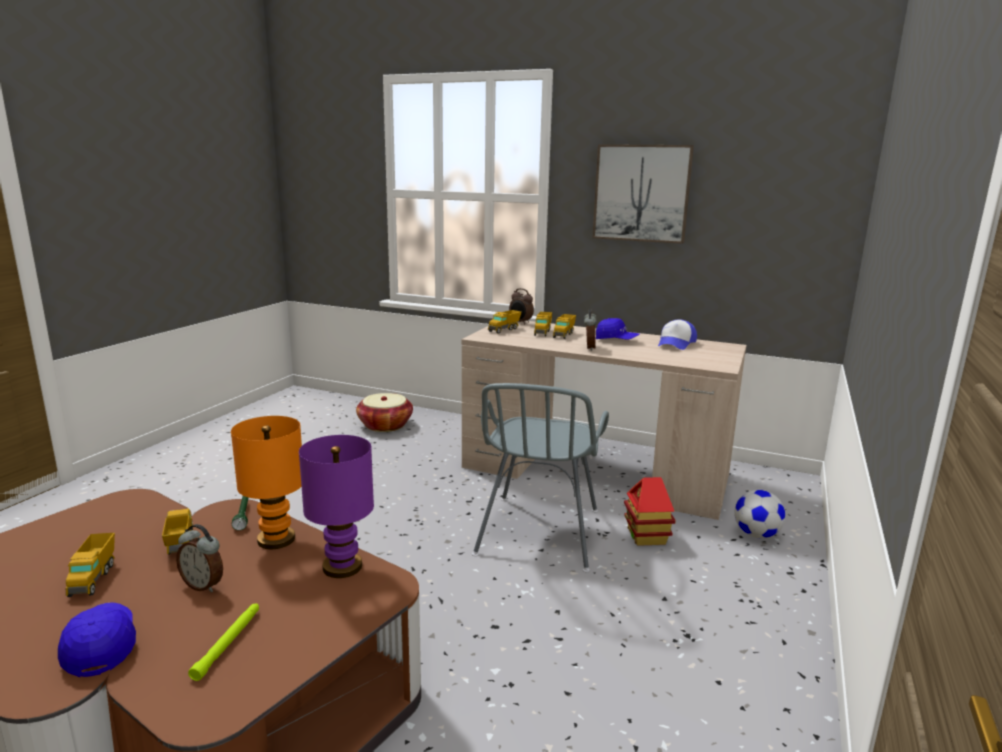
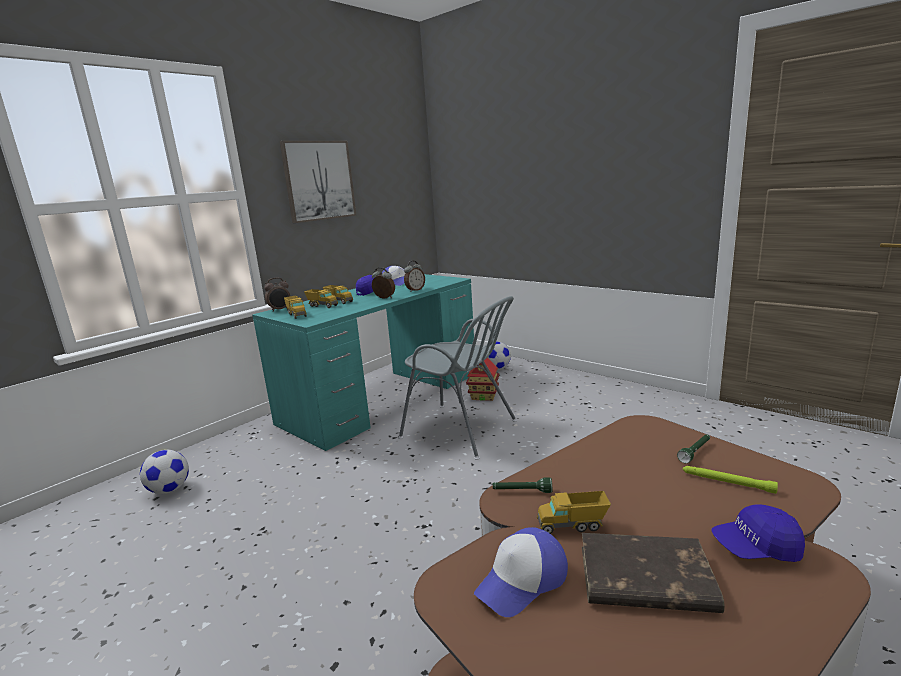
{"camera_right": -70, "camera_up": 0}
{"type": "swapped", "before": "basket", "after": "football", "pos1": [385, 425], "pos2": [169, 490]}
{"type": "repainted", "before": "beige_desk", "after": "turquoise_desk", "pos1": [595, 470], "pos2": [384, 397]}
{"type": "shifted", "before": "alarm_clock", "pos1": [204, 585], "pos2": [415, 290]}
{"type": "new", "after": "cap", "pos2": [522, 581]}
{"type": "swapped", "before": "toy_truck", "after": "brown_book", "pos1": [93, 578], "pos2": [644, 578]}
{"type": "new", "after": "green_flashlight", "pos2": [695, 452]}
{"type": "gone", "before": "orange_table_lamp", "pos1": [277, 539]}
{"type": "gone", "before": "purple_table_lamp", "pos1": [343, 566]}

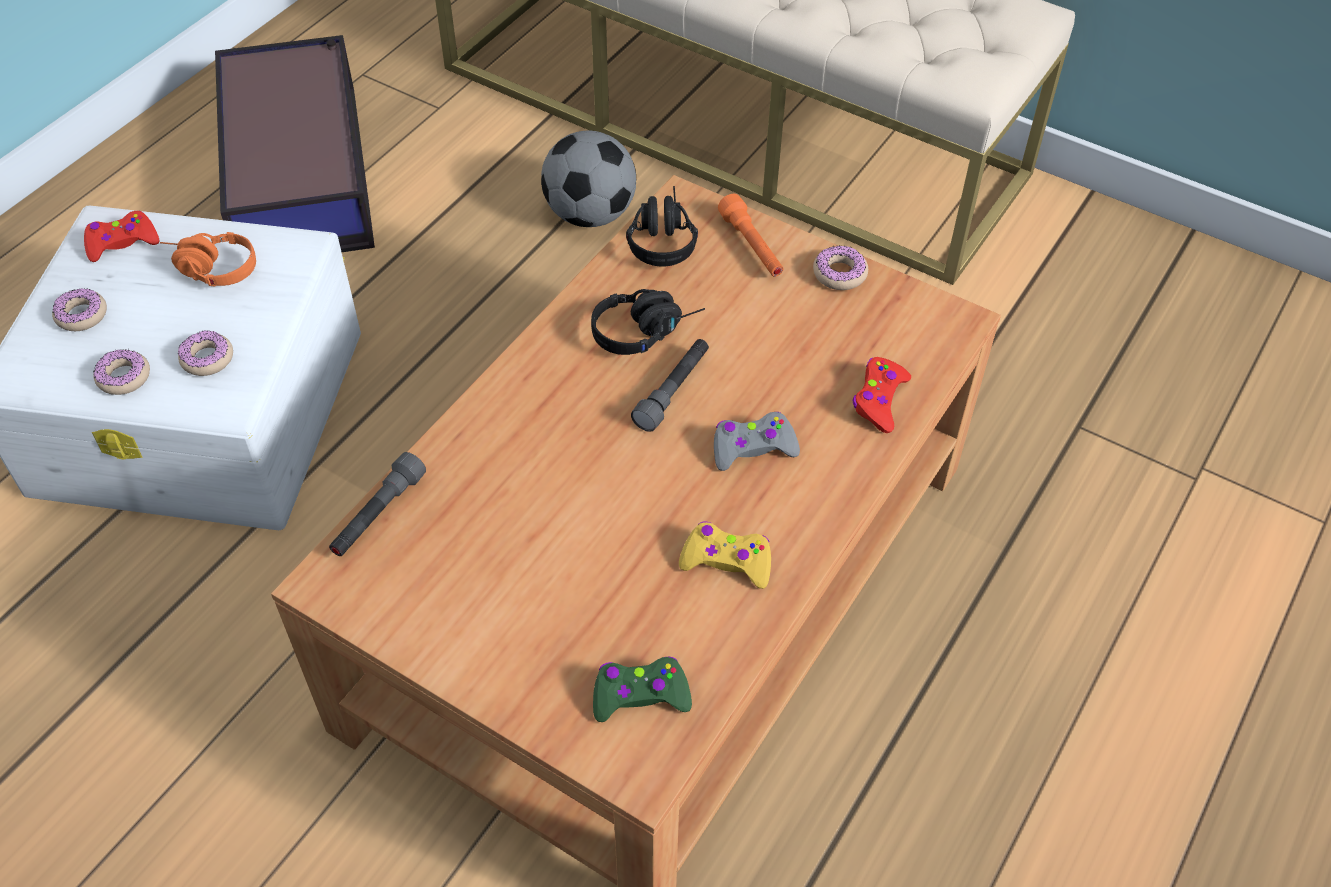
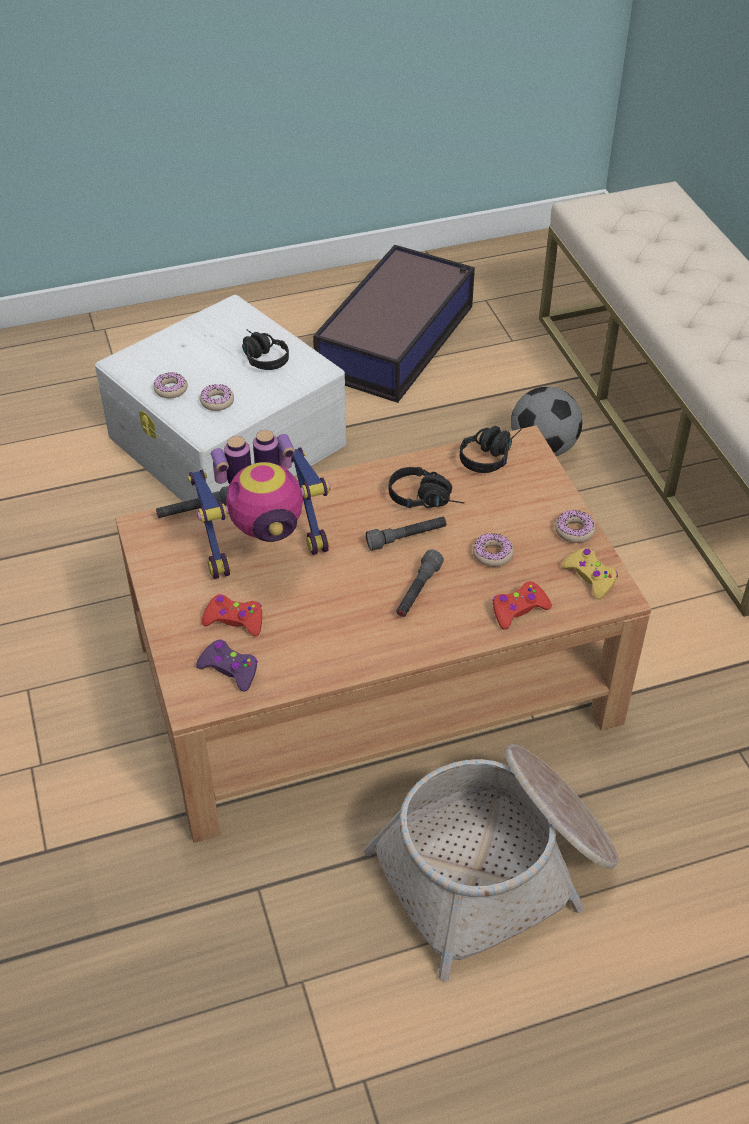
{"camera_right": 40, "camera_up": -5}
{"type": "new", "after": "toy_robot", "pos2": [265, 550]}
{"type": "repainted", "before": "green_game_controller", "after": "purple_game_controller", "pos1": [640, 695], "pos2": [229, 669]}
{"type": "shifted", "before": "red_game_controller", "pos1": [122, 243], "pos2": [234, 620]}
{"type": "repainted", "before": "orange_headphones", "after": "black_headphones", "pos1": [208, 269], "pos2": [260, 357]}
{"type": "new", "after": "basket", "pos2": [497, 868]}
{"type": "swapped", "before": "grey_game_controller", "after": "grey_flashlight", "pos1": [752, 448], "pos2": [417, 591]}
{"type": "shifted", "before": "donut", "pos1": [81, 315], "pos2": [492, 554]}
{"type": "shifted", "before": "yellow_game_controller", "pos1": [727, 561], "pos2": [590, 577]}
{"type": "gone", "before": "orange_flashlight", "pos1": [752, 246]}

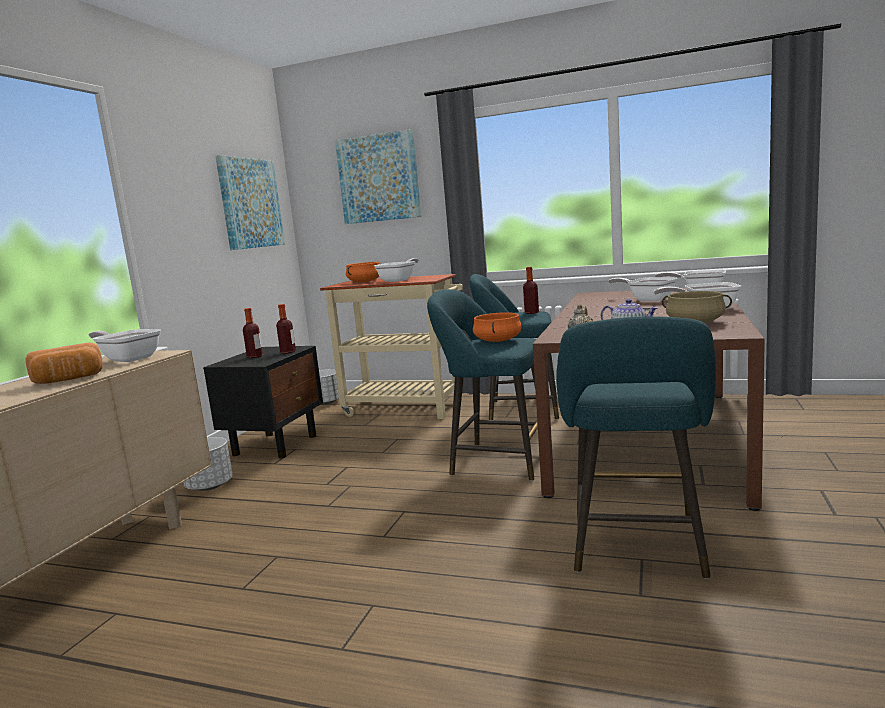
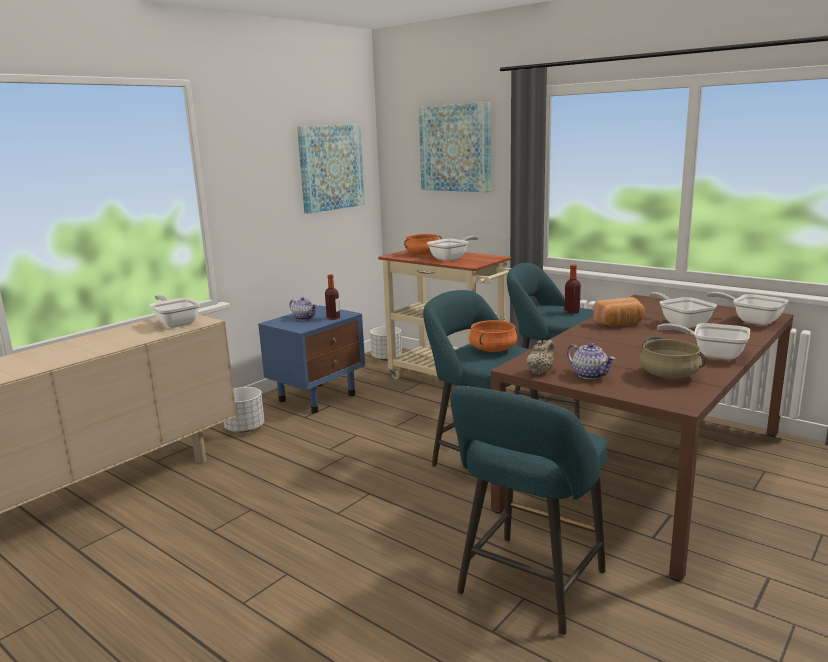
{"camera_right": 20, "camera_up": 5}
{"type": "repainted", "before": "black_nightstand", "after": "blue_nightstand", "pos1": [276, 444], "pos2": [318, 397]}
{"type": "swapped", "before": "bottle", "after": "teapot", "pos1": [255, 356], "pos2": [304, 318]}
{"type": "shifted", "before": "bread", "pos1": [69, 380], "pos2": [620, 324]}

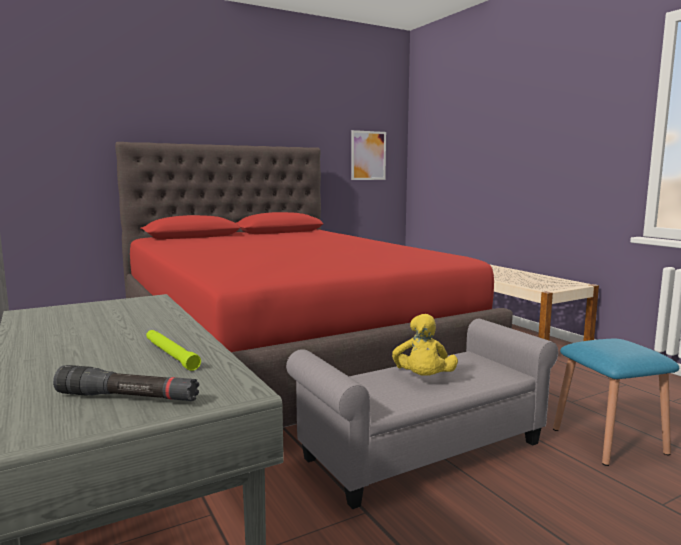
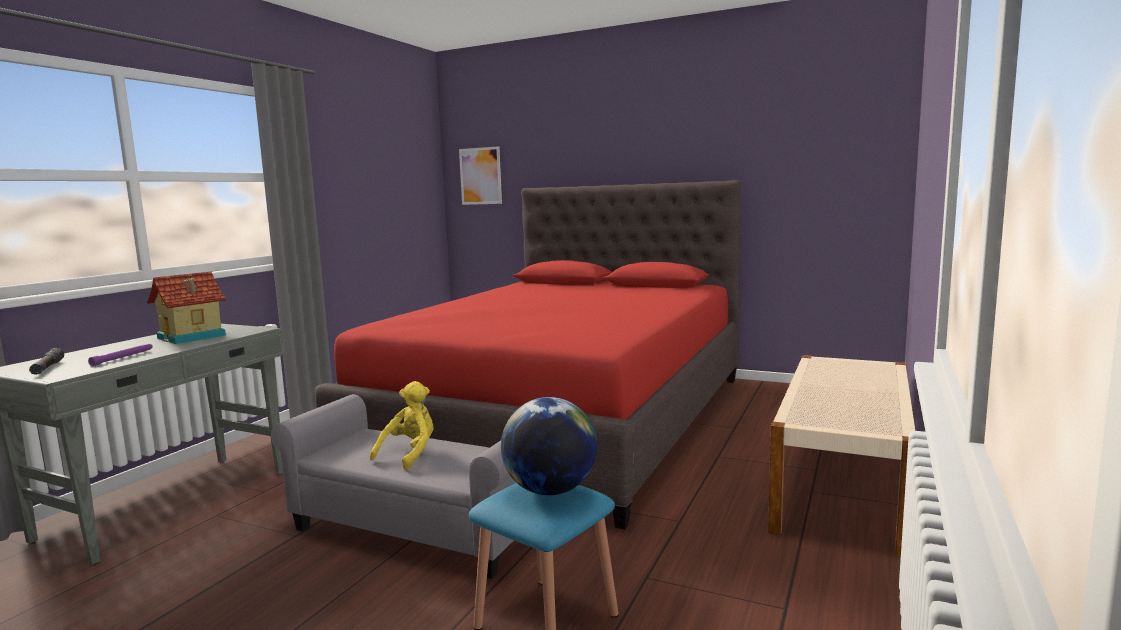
{"camera_right": 55, "camera_up": 0}
{"type": "repainted", "before": "green_flashlight", "after": "purple_flashlight", "pos1": [170, 354], "pos2": [123, 357]}
{"type": "new", "after": "toy_house", "pos2": [192, 337]}
{"type": "rotated", "before": "yellow_plush_toy", "pos1": [423, 379], "pos2": [410, 454], "turn": 150}
{"type": "shifted", "before": "picture", "pos1": [368, 155], "pos2": [480, 176]}
{"type": "new", "after": "globe", "pos2": [550, 490]}

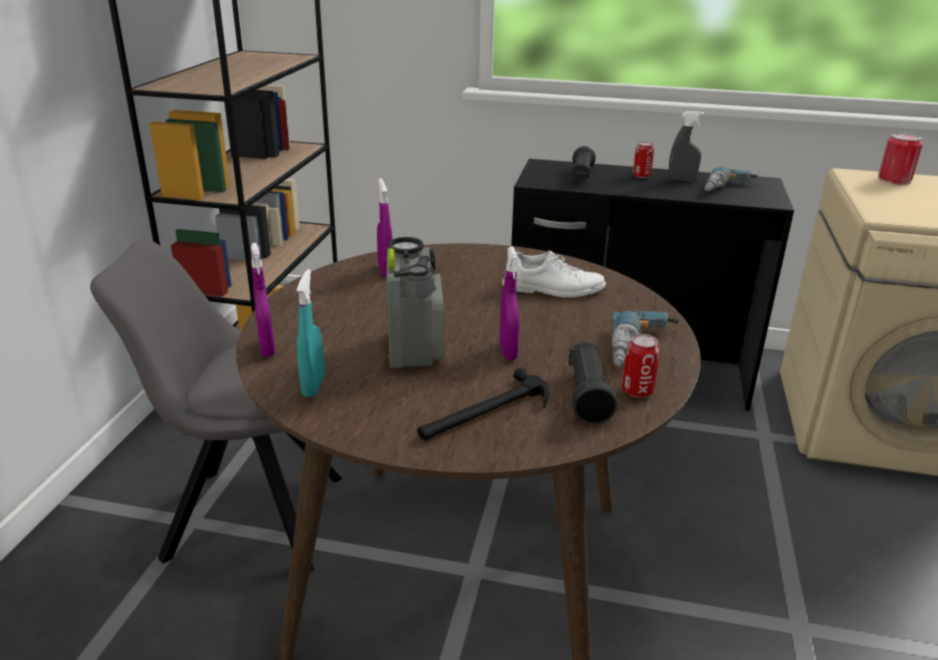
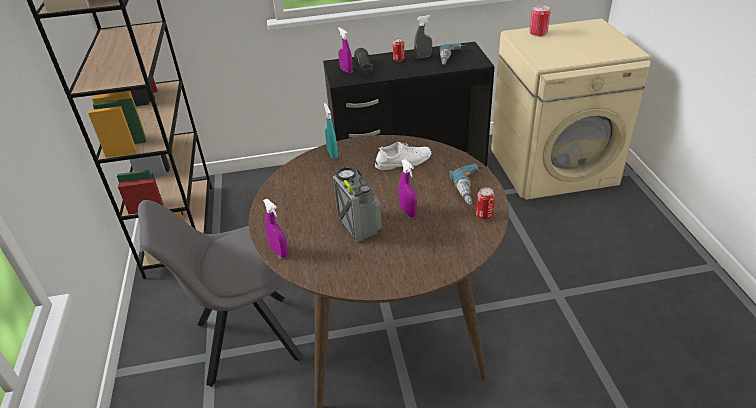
{"camera_right": -20, "camera_up": 10}
{"type": "shifted", "before": "turquoise_spray_bottle", "pos1": [313, 386], "pos2": [332, 154]}
{"type": "shifted", "before": "purple_spray_bottle", "pos1": [385, 270], "pos2": [346, 70]}
{"type": "gone", "before": "hammer", "pos1": [485, 412]}
{"type": "gone", "before": "black_flashlight", "pos1": [587, 396]}

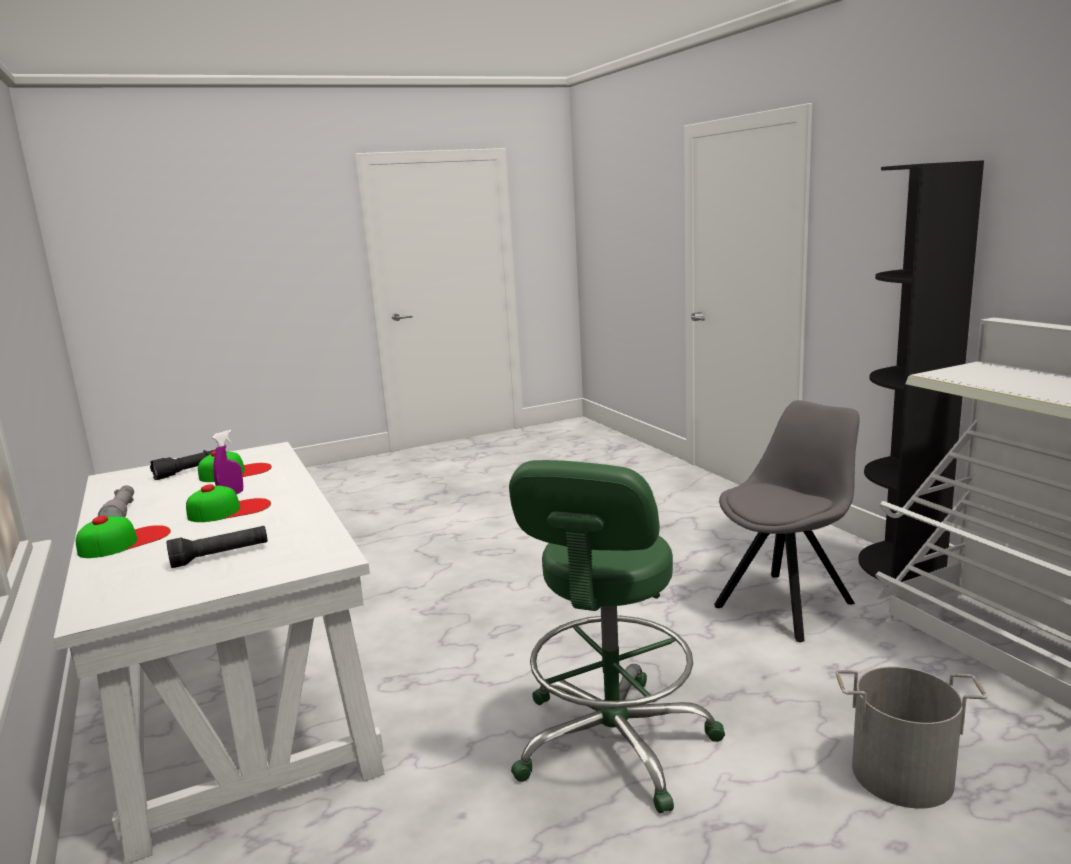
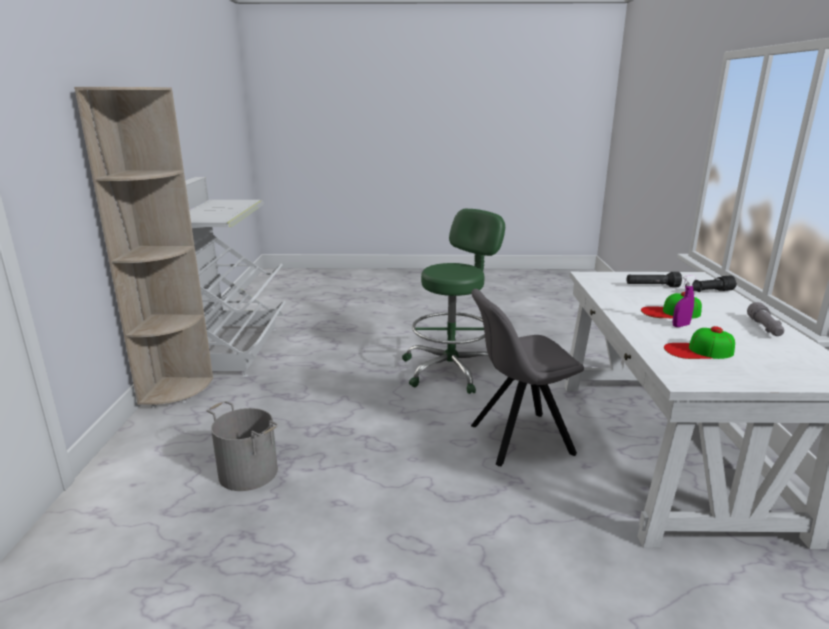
{"camera_right": -155, "camera_up": 5}
{"type": "repainted", "before": "black_bookcase", "after": "beige_bookcase", "pos1": [893, 573], "pos2": [177, 397]}
{"type": "shifted", "before": "grey_bucket", "pos1": [901, 773], "pos2": [247, 473]}
{"type": "shifted", "before": "grey_chair", "pos1": [786, 605], "pos2": [520, 439]}
{"type": "shifted", "before": "black_flashlight", "pos1": [190, 471], "pos2": [707, 291]}
{"type": "gone", "before": "cap", "pos1": [125, 541]}

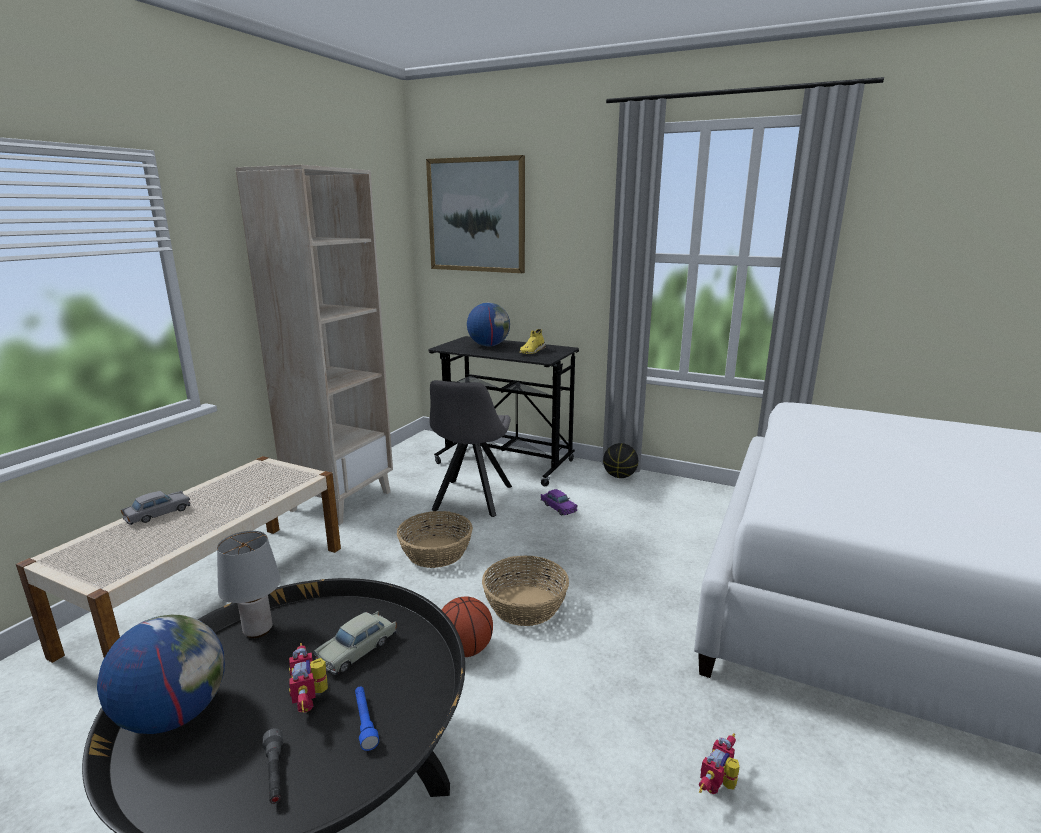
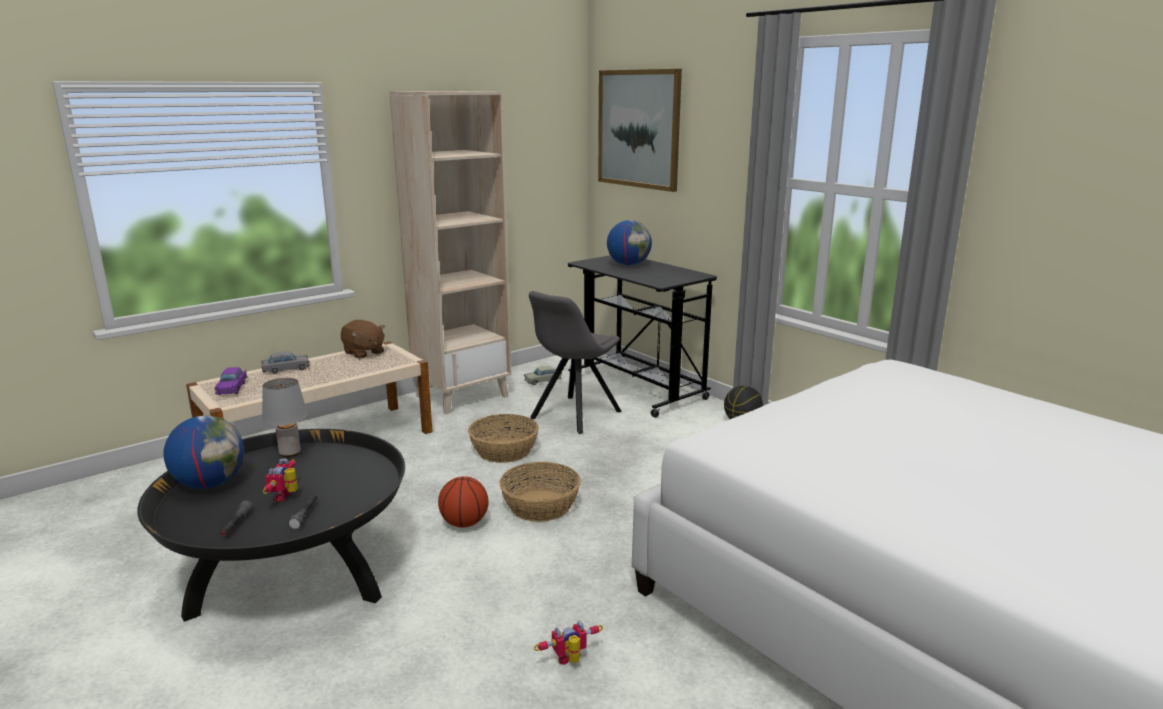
{"camera_right": 25, "camera_up": 0}
{"type": "shifted", "before": "purple_toy_car", "pos1": [558, 507], "pos2": [232, 388]}
{"type": "repainted", "before": "blue_flashlight", "after": "grey_flashlight", "pos1": [365, 722], "pos2": [305, 515]}
{"type": "new", "after": "brown_plush_toy", "pos2": [363, 353]}
{"type": "shifted", "before": "beige_toy_car", "pos1": [357, 650], "pos2": [543, 380]}
{"type": "gone", "before": "yellow_shoe", "pos1": [531, 352]}

